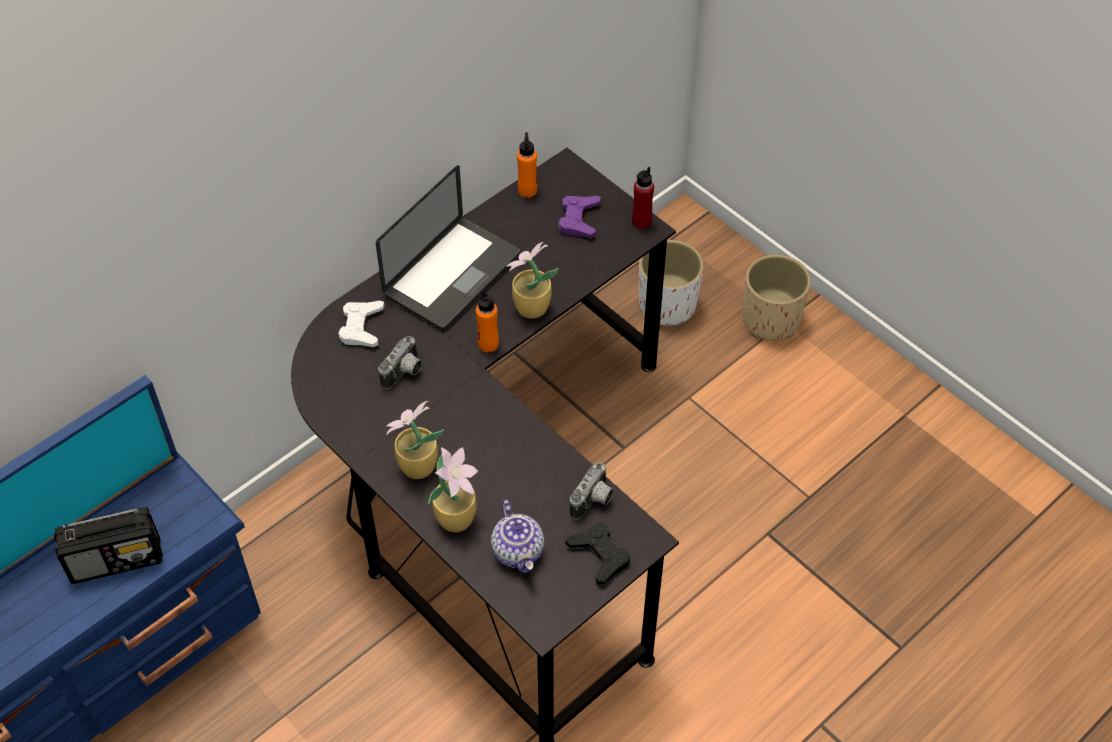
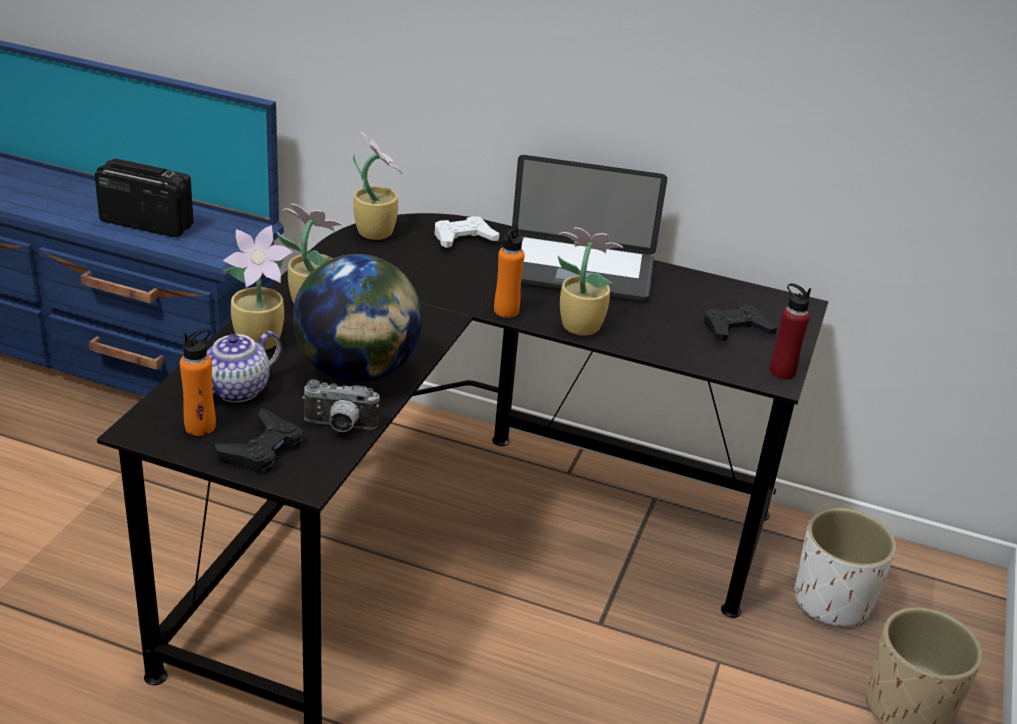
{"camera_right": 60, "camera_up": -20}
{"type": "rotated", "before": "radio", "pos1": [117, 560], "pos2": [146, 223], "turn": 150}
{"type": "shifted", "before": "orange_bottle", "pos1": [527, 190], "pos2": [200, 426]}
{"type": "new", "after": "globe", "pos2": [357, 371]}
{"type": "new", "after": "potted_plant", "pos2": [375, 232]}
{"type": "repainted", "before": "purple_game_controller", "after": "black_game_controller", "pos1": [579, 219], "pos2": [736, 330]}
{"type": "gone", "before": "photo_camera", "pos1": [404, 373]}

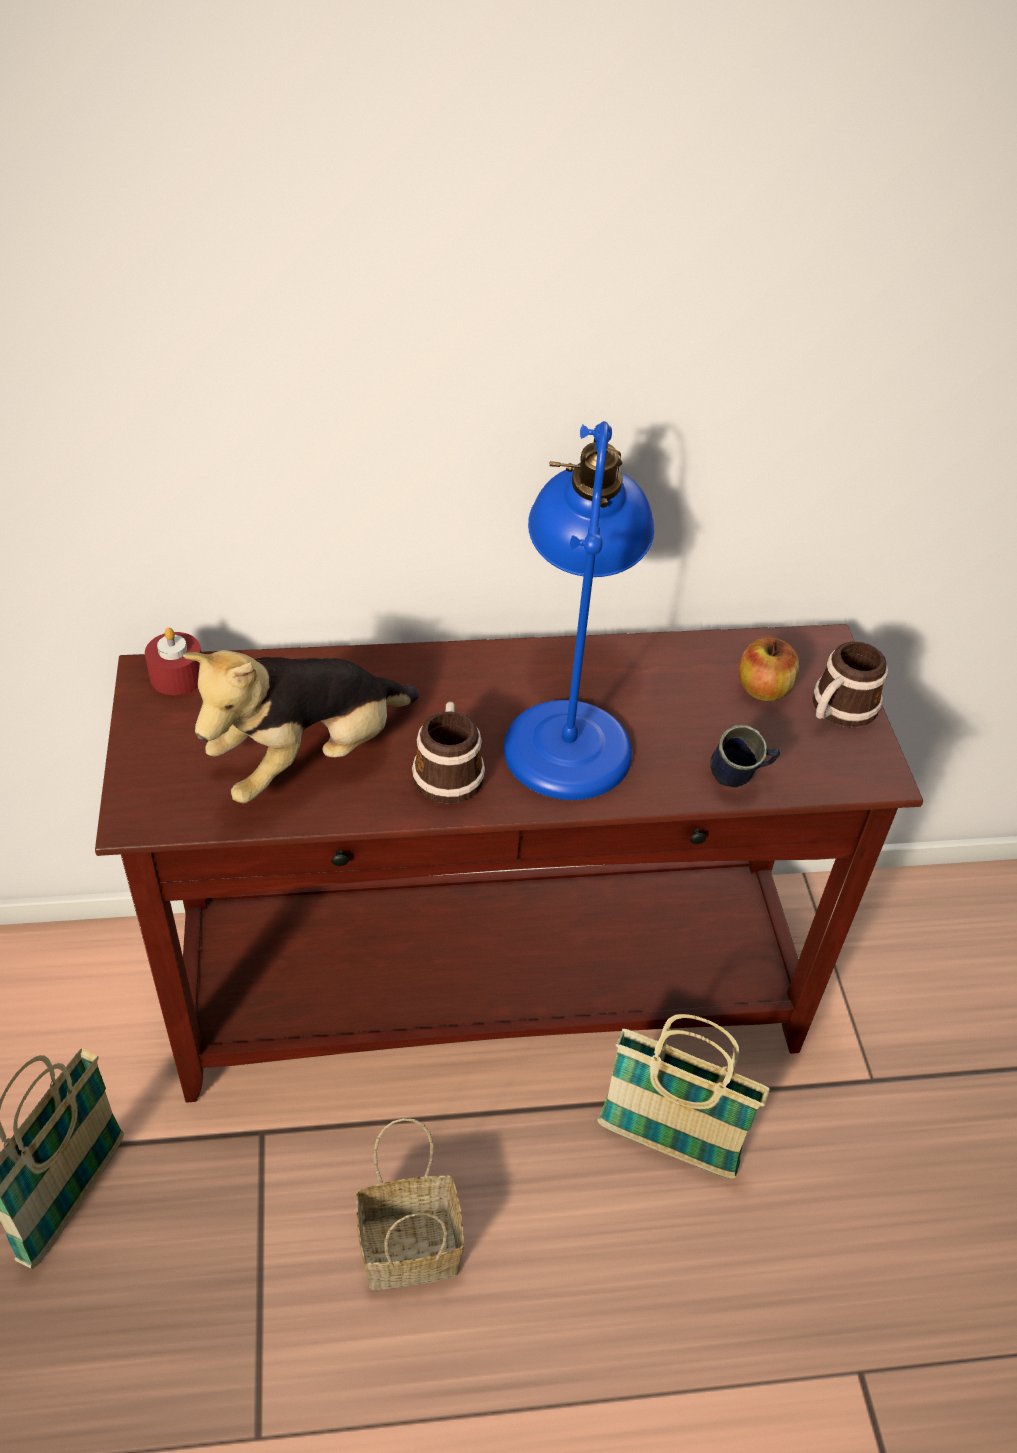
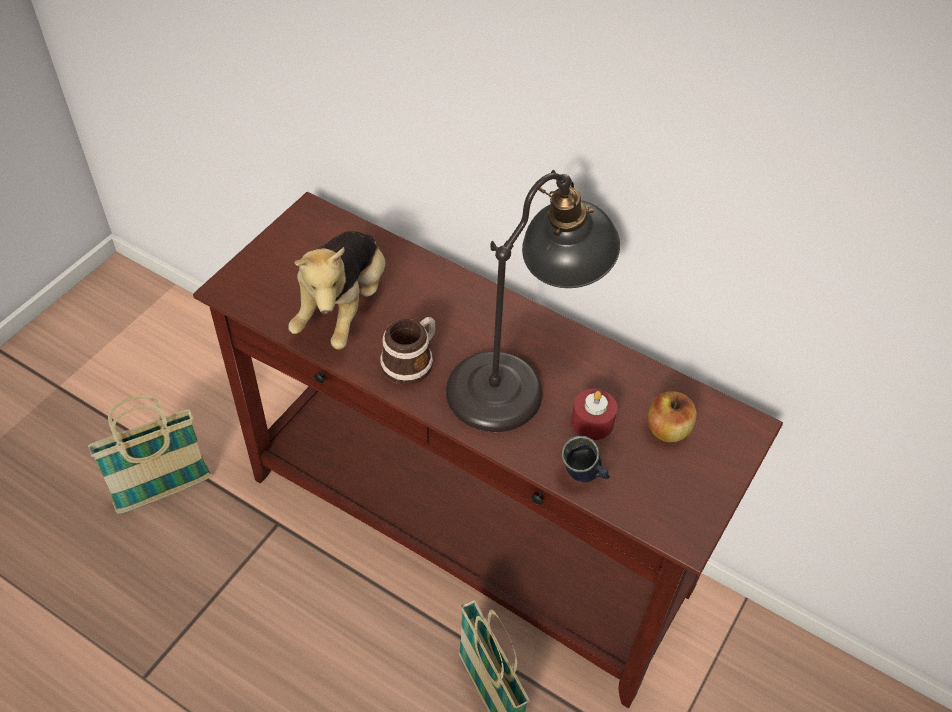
{"camera_right": 40, "camera_up": 5}
{"type": "rotated", "before": "plush_toy", "pos1": [309, 759], "pos2": [343, 308], "turn": -75}
{"type": "repainted", "before": "blue_table_lamp", "after": "grey_table_lamp", "pos1": [568, 709], "pos2": [522, 367]}
{"type": "shifted", "before": "red_candle", "pos1": [177, 676], "pos2": [592, 422]}
{"type": "gone", "before": "basket", "pos1": [413, 1246]}
{"type": "gone", "before": "mug", "pos1": [838, 711]}

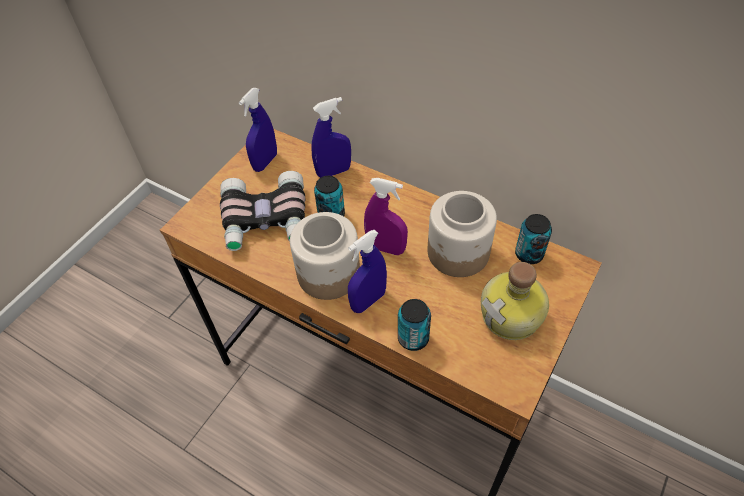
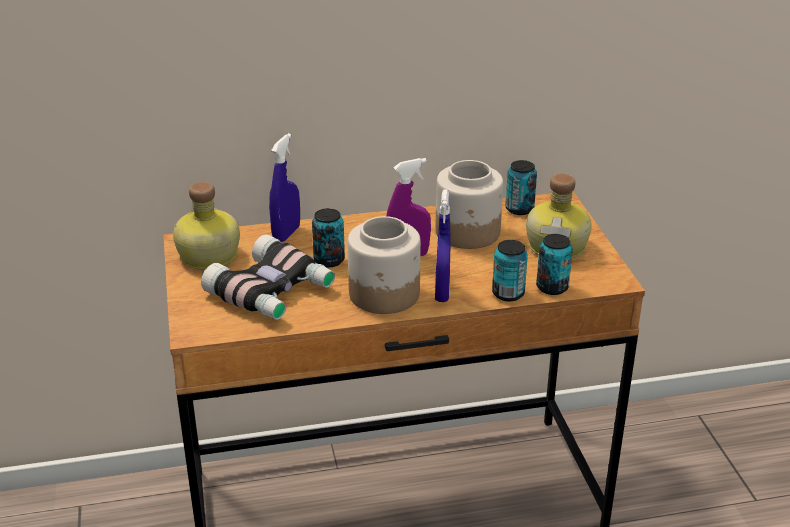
{"camera_right": -45, "camera_up": -20}
{"type": "swapped", "before": "blue_spray_bottle", "after": "bottle", "pos1": [265, 162], "pos2": [207, 257]}
{"type": "new", "after": "can", "pos2": [552, 287]}

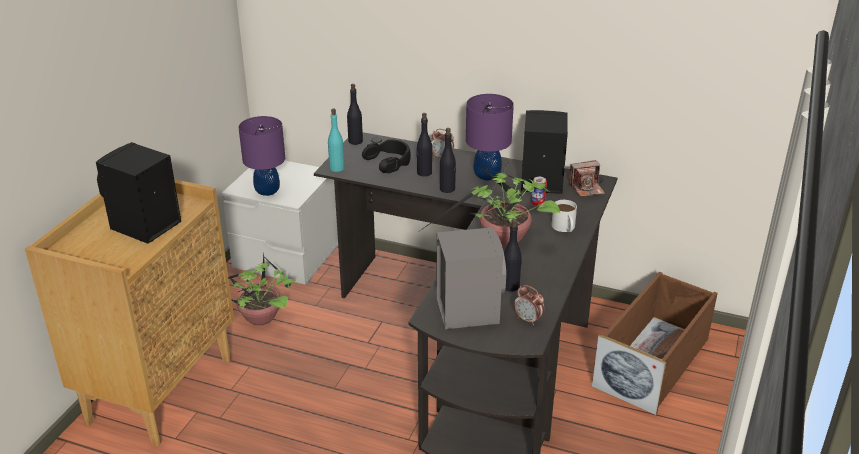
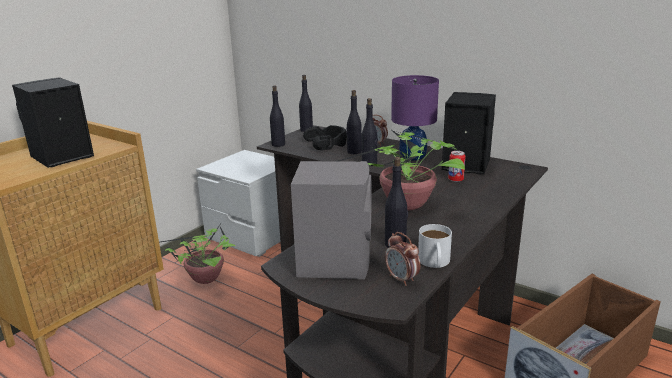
{"camera_right": 15, "camera_up": -10}
{"type": "repainted", "before": "turquoise_bottle", "after": "black_bottle", "pos1": [336, 168], "pos2": [278, 144]}
{"type": "shifted", "before": "white_mug", "pos1": [564, 228], "pos2": [434, 263]}
{"type": "gone", "before": "purple_table_lamp", "pos1": [266, 192]}
{"type": "gone", "before": "photo_camera", "pos1": [586, 188]}

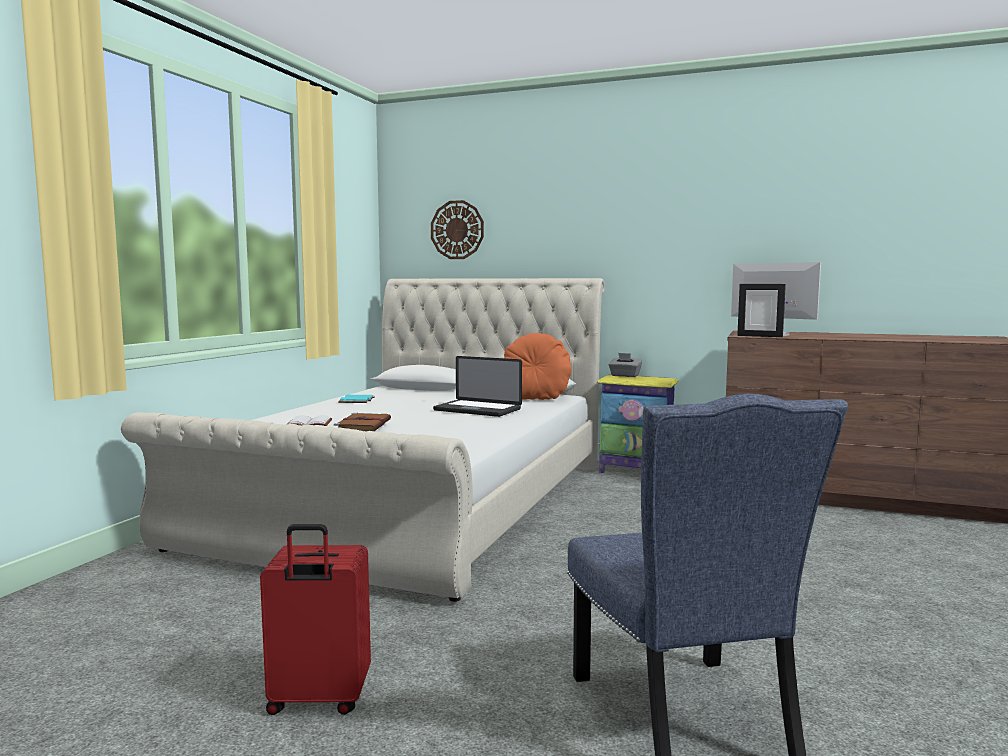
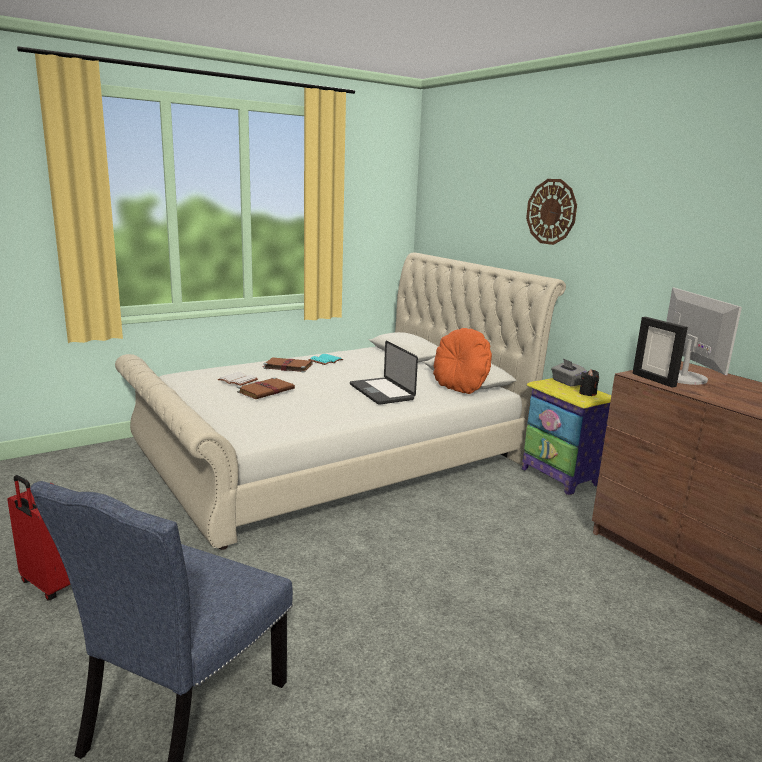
{"camera_right": 35, "camera_up": 10}
{"type": "new", "after": "brown_book", "pos2": [287, 366]}
{"type": "shifted", "before": "wall_clock", "pos1": [457, 230], "pos2": [551, 211]}
{"type": "new", "after": "black_candle", "pos2": [587, 393]}

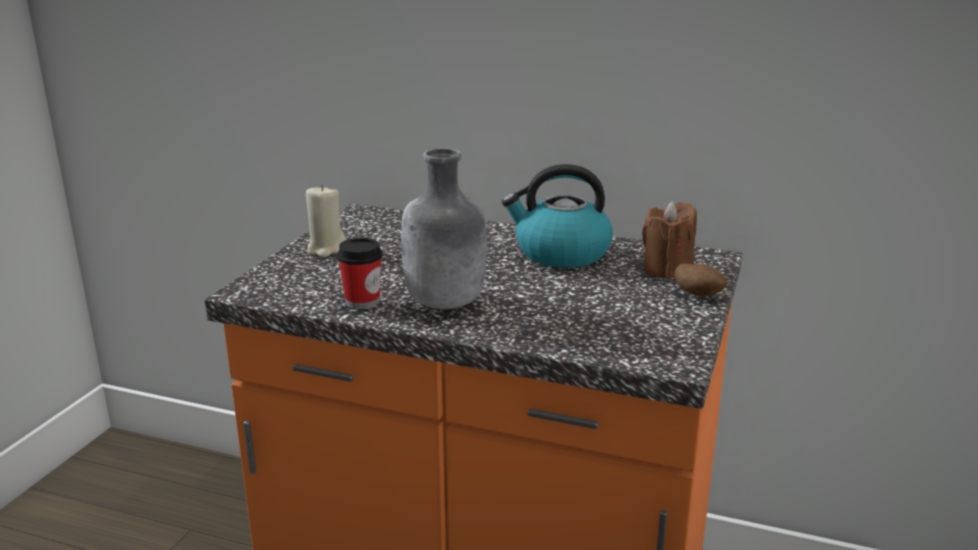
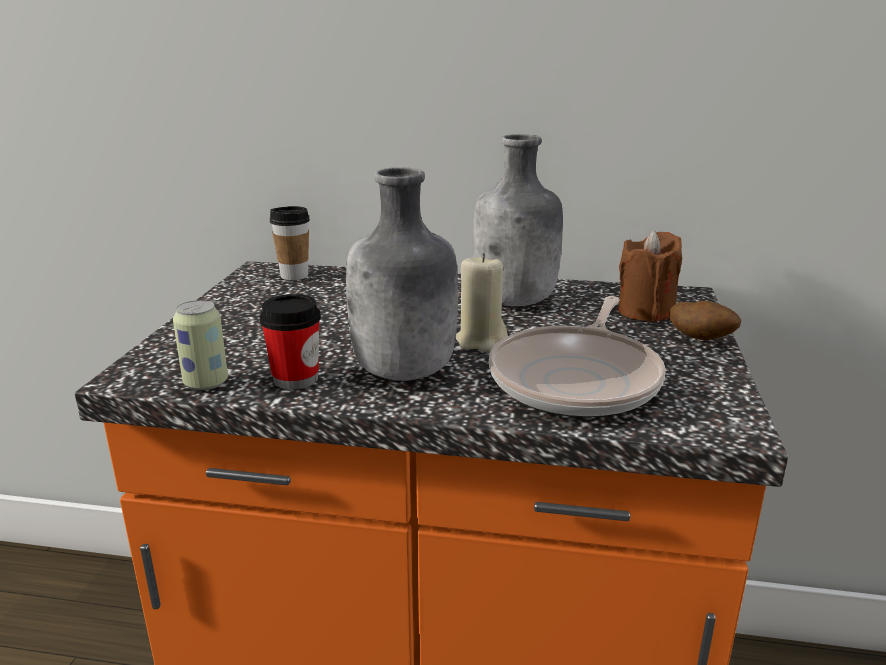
{"camera_right": -10, "camera_up": 0}
{"type": "new", "after": "can", "pos2": [206, 383]}
{"type": "new", "after": "cup", "pos2": [294, 275]}
{"type": "shifted", "before": "beige_candle", "pos1": [326, 249], "pos2": [481, 340]}
{"type": "swapped", "before": "kettle", "after": "grey_bottle", "pos1": [560, 253], "pos2": [516, 301]}
{"type": "new", "after": "frying_pan", "pos2": [578, 379]}

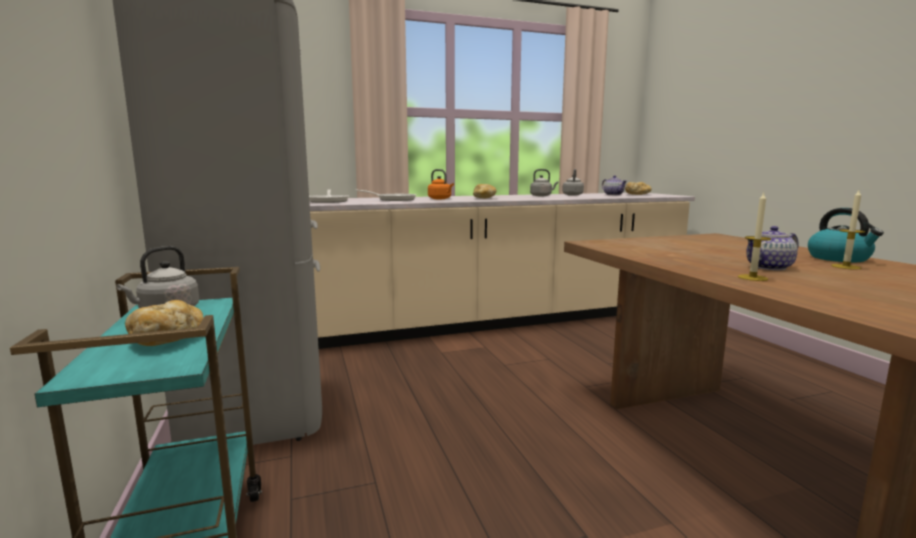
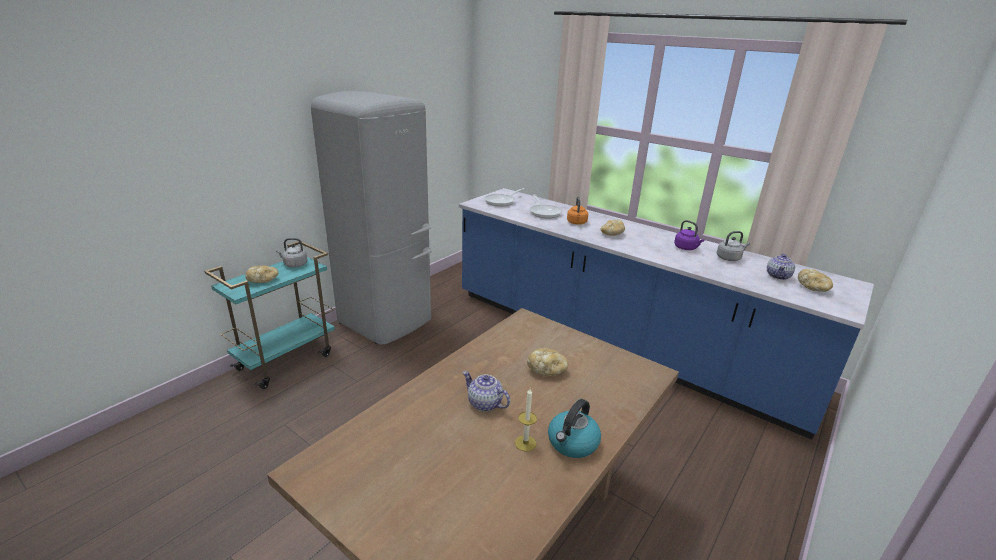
{"camera_right": 55, "camera_up": 15}
{"type": "repainted", "before": "beige_counter", "after": "blue_counter", "pos1": [499, 320], "pos2": [617, 343]}
{"type": "new", "after": "bread", "pos2": [546, 369]}
{"type": "repainted", "before": "grey_kettle", "after": "purple_kettle", "pos1": [542, 196], "pos2": [686, 248]}
{"type": "gone", "before": "candle", "pos1": [752, 278]}

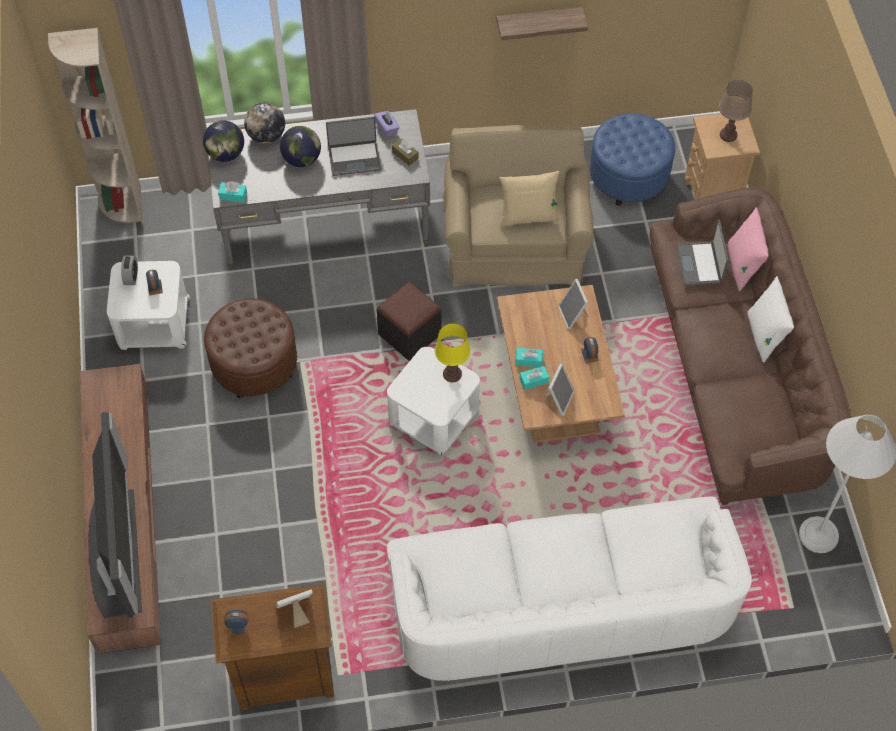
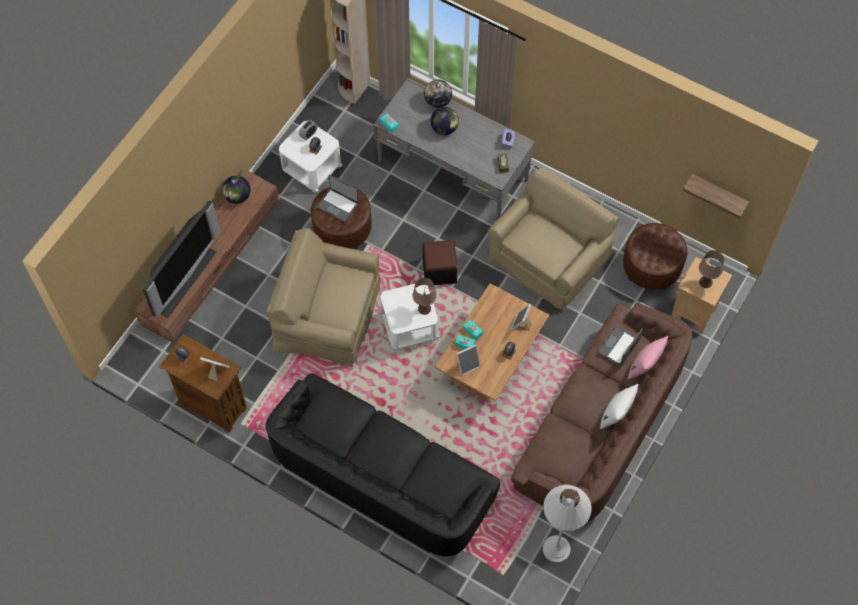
{"camera_right": 40, "camera_up": 5}
{"type": "shifted", "before": "globe", "pos1": [226, 154], "pos2": [237, 197]}
{"type": "repainted", "before": "white_sofa", "after": "black_sofa", "pos1": [560, 606], "pos2": [381, 477]}
{"type": "new", "after": "beige_armchair", "pos2": [327, 315]}
{"type": "shifted", "before": "laptop", "pos1": [354, 158], "pos2": [338, 204]}
{"type": "repainted", "before": "yellow_table_lamp", "after": "brown_table_lamp", "pos1": [452, 374], "pos2": [424, 308]}
{"type": "repainted", "before": "blue_ottoman", "after": "brown_ottoman", "pos1": [628, 178], "pos2": [651, 267]}
{"type": "shifted", "before": "shelf", "pos1": [538, 23], "pos2": [718, 193]}
{"type": "gone", "before": "beige_pillow", "pos1": [528, 217]}

